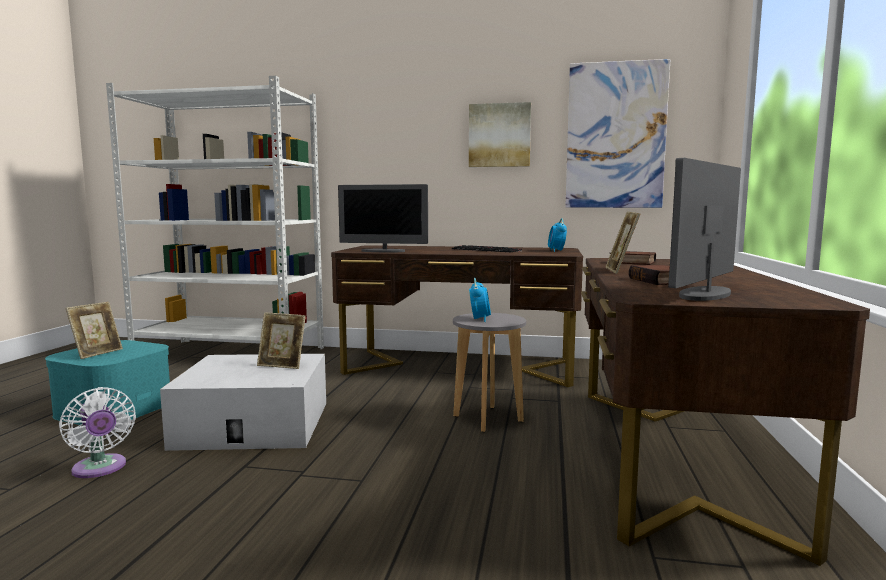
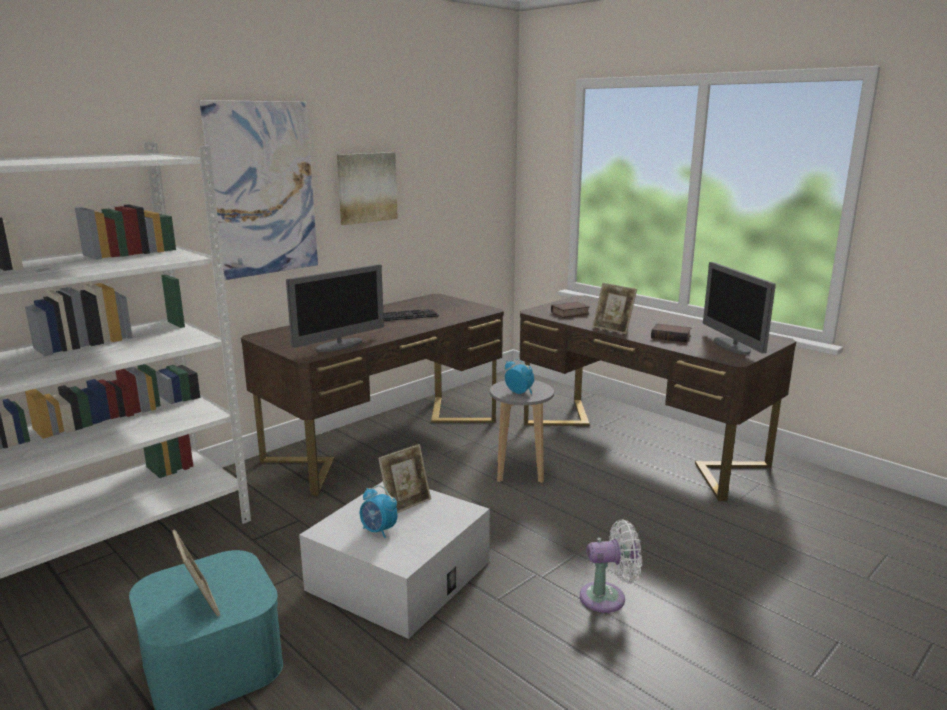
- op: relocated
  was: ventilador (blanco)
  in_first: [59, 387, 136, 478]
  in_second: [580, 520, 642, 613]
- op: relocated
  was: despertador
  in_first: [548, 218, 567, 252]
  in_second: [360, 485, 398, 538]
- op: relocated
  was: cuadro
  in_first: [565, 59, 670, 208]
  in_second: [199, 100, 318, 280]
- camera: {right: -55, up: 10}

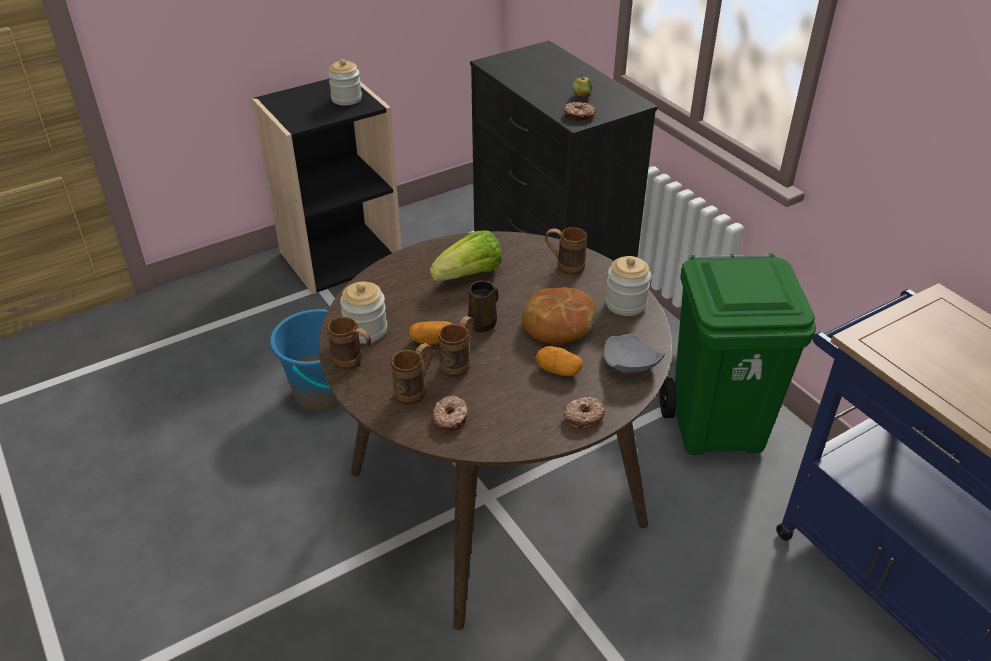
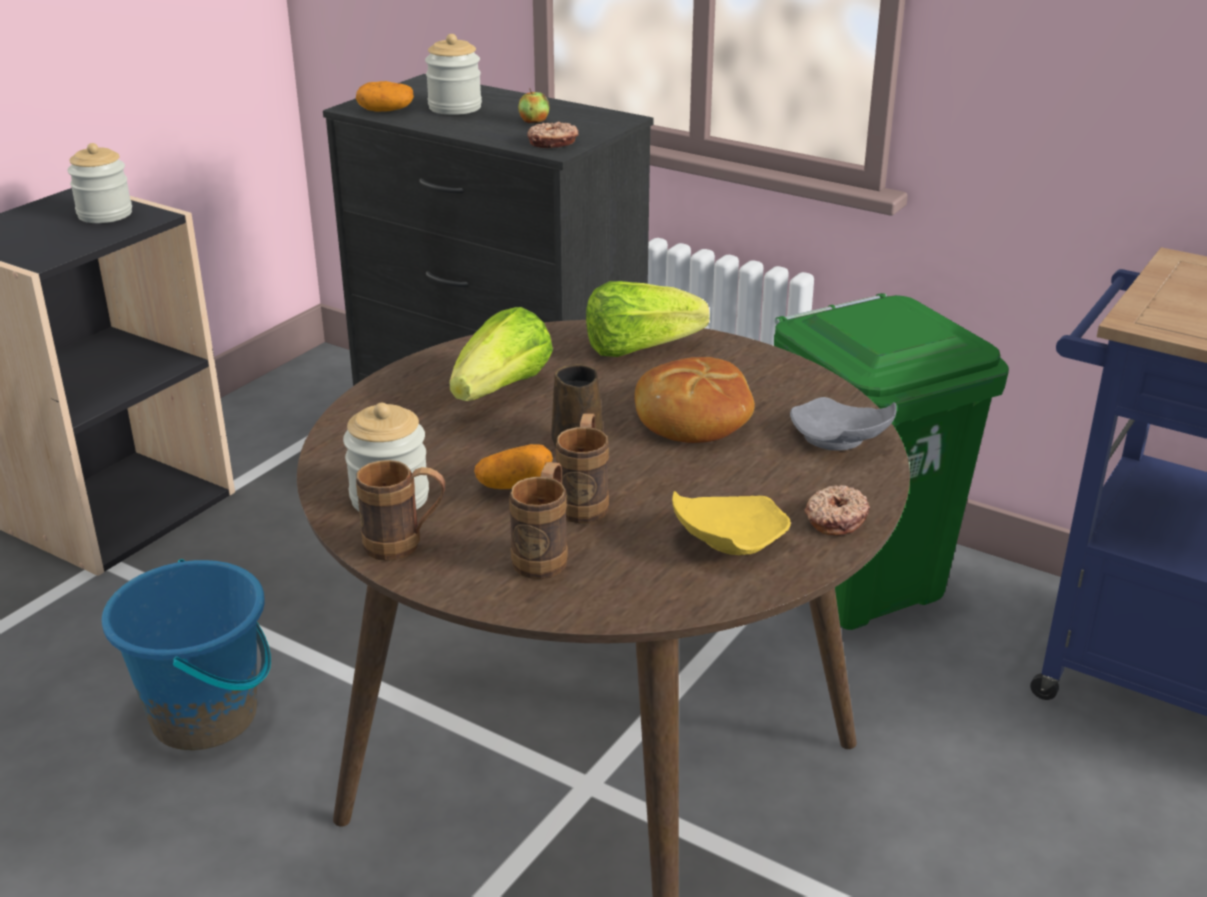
- op: missing
  was: rosquilla
  in_first: [432, 395, 468, 431]
- op: appeared
  now: plato (amarillo)
  in_second: [672, 491, 791, 555]
- op: relocated
  was: patata
  in_first: [535, 346, 583, 376]
  in_second: [356, 81, 414, 112]
- op: relocated
  was: tarro
  in_first: [605, 256, 651, 316]
  in_second: [425, 34, 482, 115]
- op: exchanged
  was: taza grande (marrón)
  now: lechuga
  in_first: [545, 227, 587, 275]
  in_second: [586, 281, 710, 357]
- camera: {right: -25, up: -10}

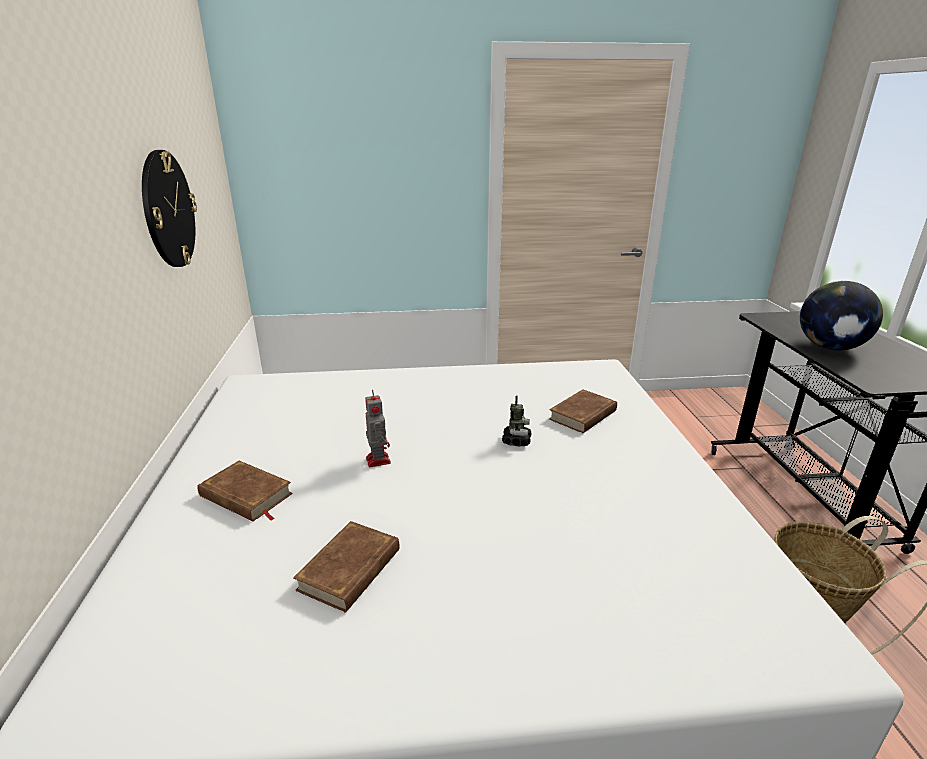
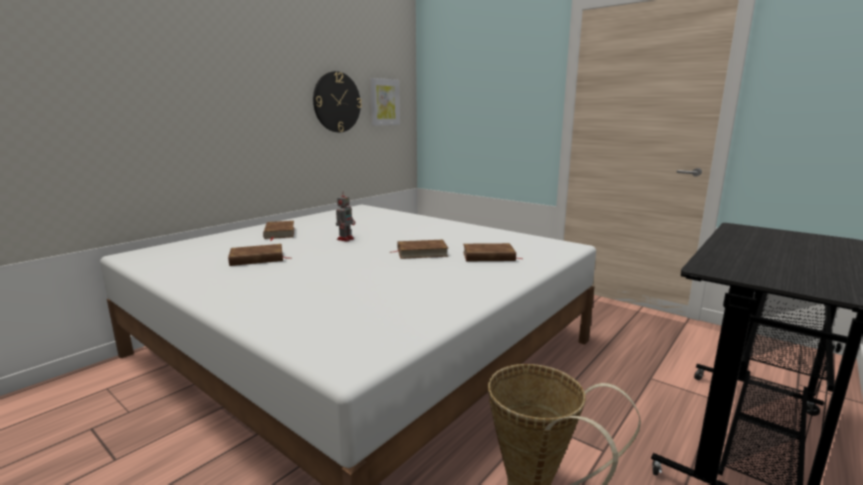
- op: missing
  was: globo terráqueo
  in_first: [800, 281, 883, 350]
- op: appeared
  now: cuadro
  in_second: [369, 78, 400, 126]
- op: exchanged
  was: robot de juguete
  now: libro (marrón)
  in_first: [502, 396, 531, 446]
  in_second: [394, 240, 448, 259]
- camera: {right: 45, up: -10}

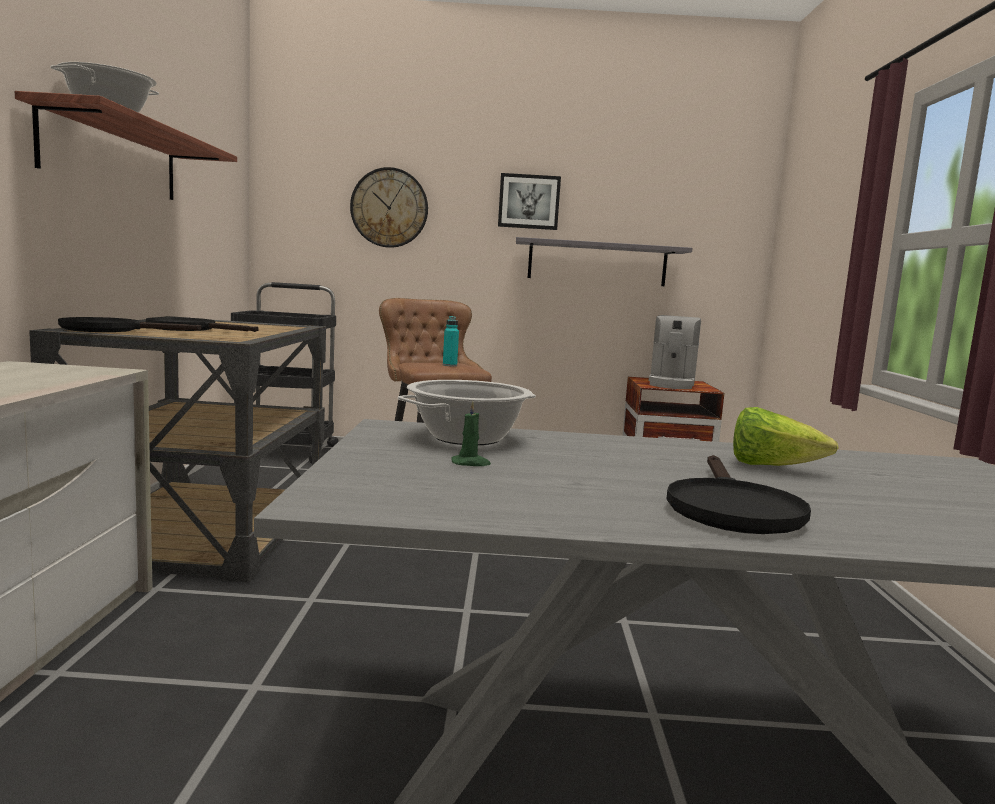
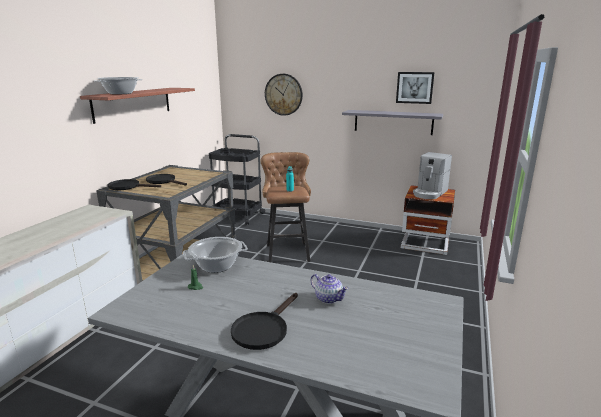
- op: relocated
  was: cuadro
  in_first: [498, 173, 561, 230]
  in_second: [396, 72, 435, 104]
- op: exchanged
  was: lechuga
  now: tetera
  in_first: [733, 407, 839, 466]
  in_second: [311, 274, 349, 304]
- camera: {right: 20, up: 10}

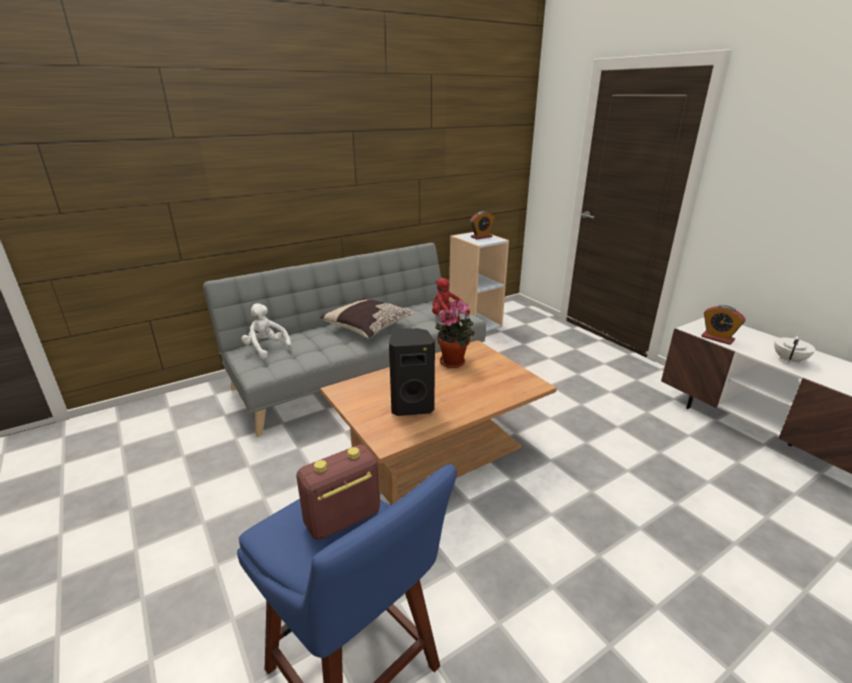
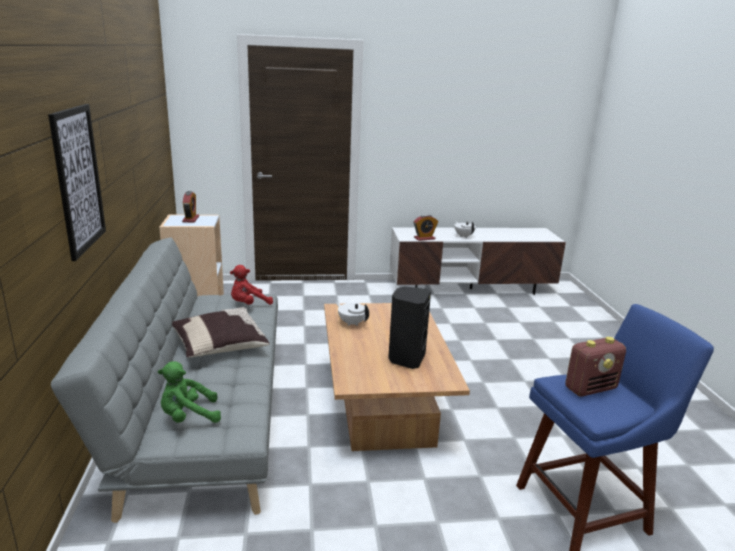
- op: appeared
  now: cuadro
  in_second: [48, 104, 106, 261]
- op: exchanged
  was: planta en maceta
  now: tetera (blanco)
  in_first: [435, 300, 474, 368]
  in_second: [336, 302, 369, 326]
- op: colour
  was: peluche (blanco)
  now: peluche (verde)
  in_first: [241, 303, 292, 359]
  in_second: [158, 361, 221, 423]
- op: spun
  was: radio
  in_first: [296, 445, 380, 540]
  in_second: [565, 337, 626, 396]
  clockwise: -105
- camera: {right: -65, up: -5}

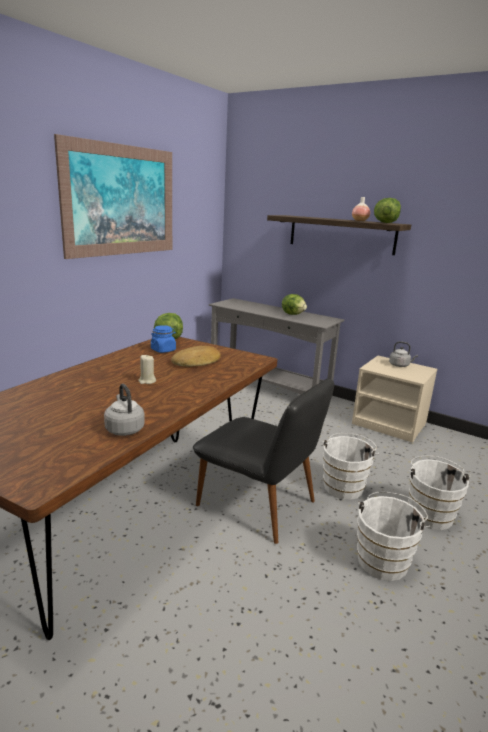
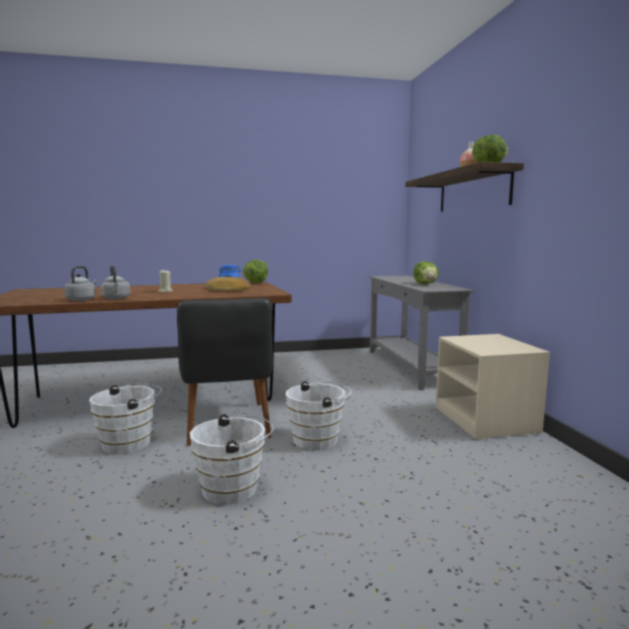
- op: missing
  was: cuadro
  in_first: [54, 134, 172, 259]
- op: relocated
  was: hervidor (gris)
  in_first: [389, 341, 418, 367]
  in_second: [101, 265, 130, 299]
- op: relocated
  was: cubo (blanco)
  in_first: [408, 455, 471, 530]
  in_second: [89, 383, 162, 454]
- camera: {right: 45, up: -10}

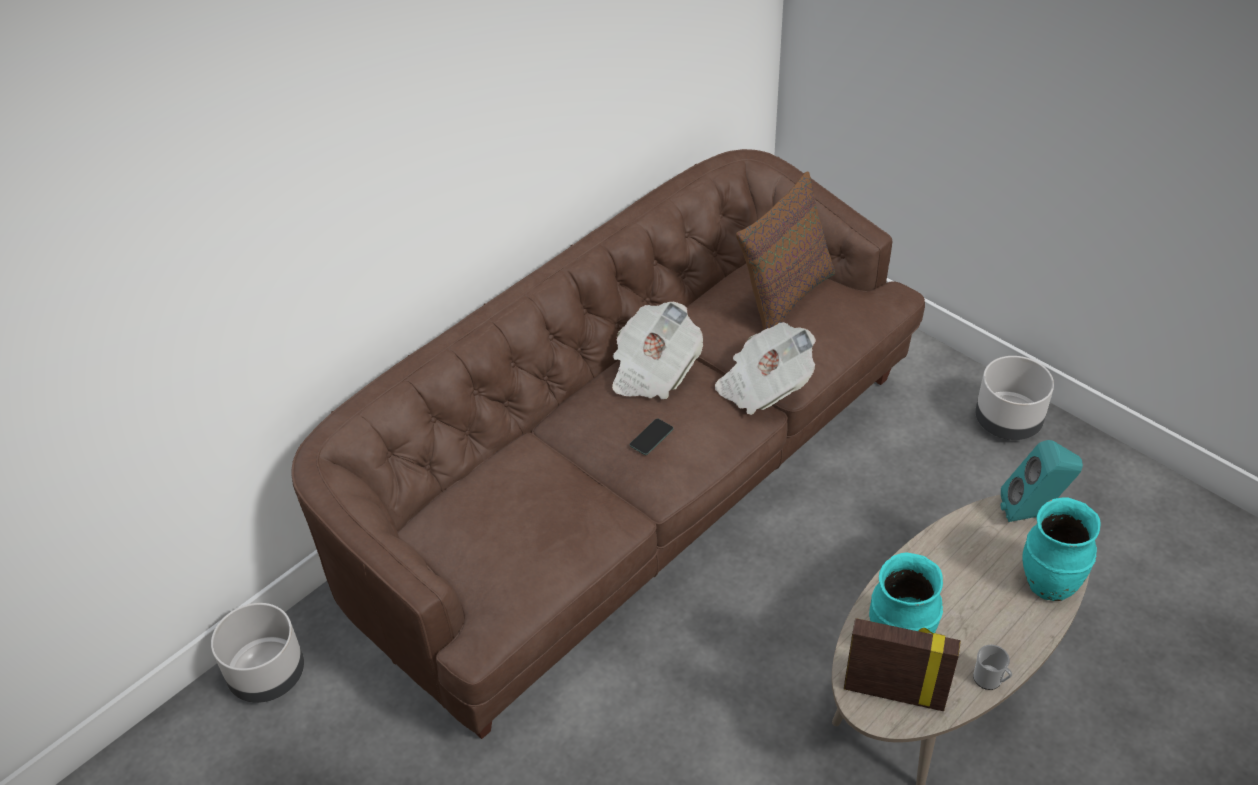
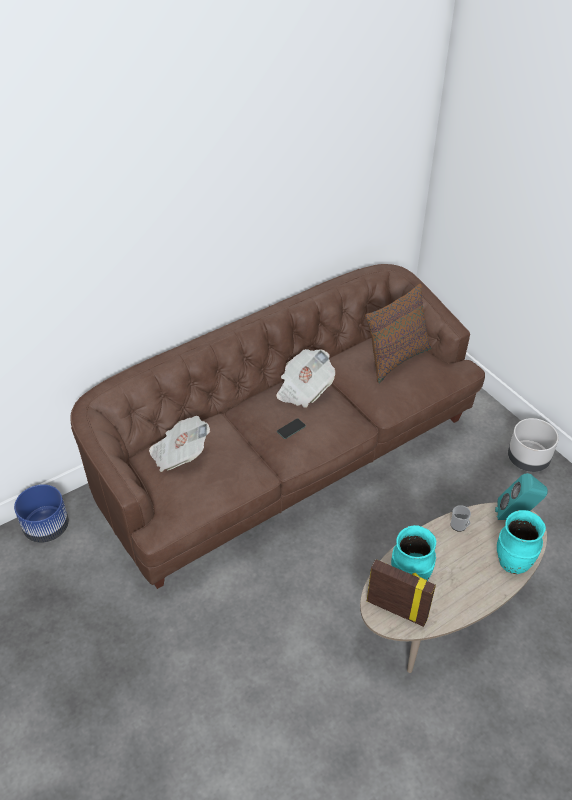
- op: relocated
  was: periódico
  in_first: [715, 322, 816, 415]
  in_second: [149, 416, 210, 472]
- op: relocated
  was: taza grande
  in_first: [973, 645, 1012, 690]
  in_second: [451, 505, 471, 532]
- op: colour
  was: maceta (gris)
  now: maceta (azul)
  in_first: [211, 603, 304, 703]
  in_second: [14, 484, 69, 543]
- camera: {right: 10, up: 0}

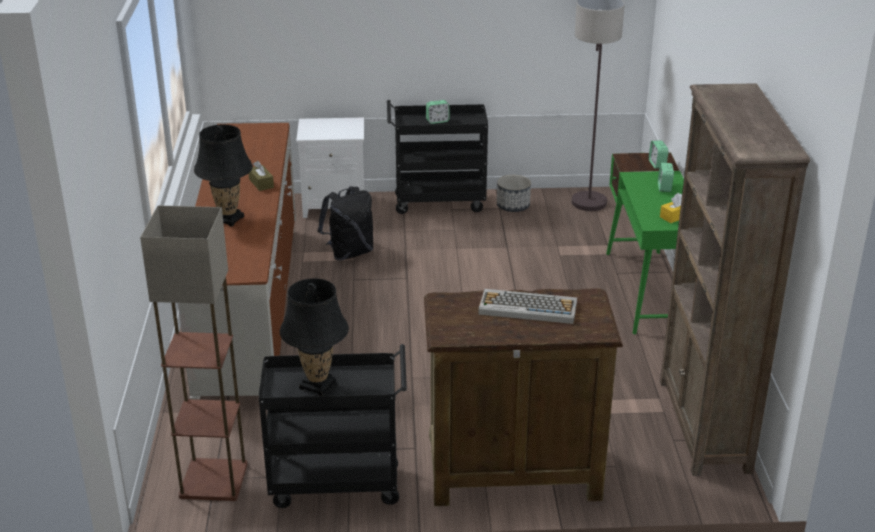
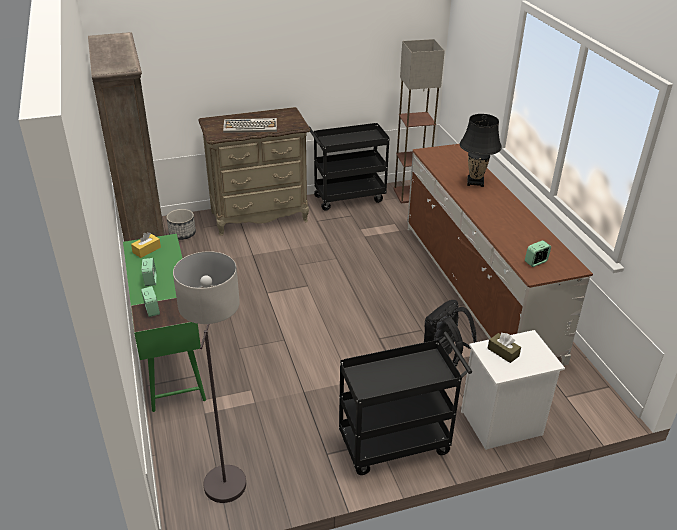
- op: missing
  was: lámpara de mesa (negro)
  in_first: [280, 278, 349, 396]
- op: relocated
  was: caja de pañuelos (marrón)
  in_first: [249, 161, 274, 191]
  in_second: [488, 333, 521, 363]
- op: relocated
  was: despertador
  in_first: [426, 100, 450, 124]
  in_second: [525, 240, 551, 267]
- op: relocated
  was: maceta
  in_first: [497, 175, 531, 212]
  in_second: [167, 209, 196, 240]
- camera: {right: 165, up: 5}

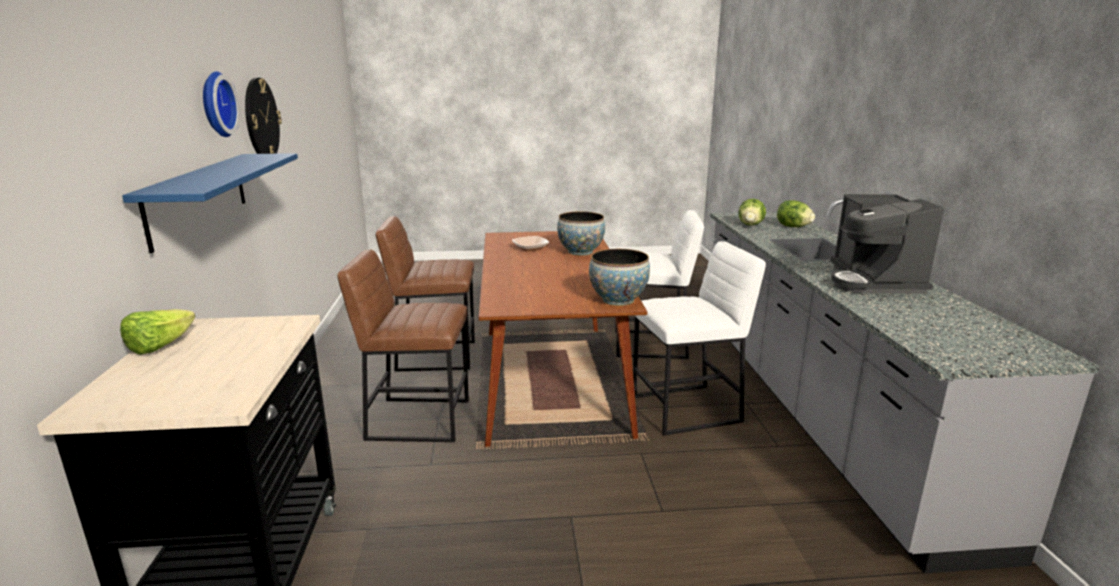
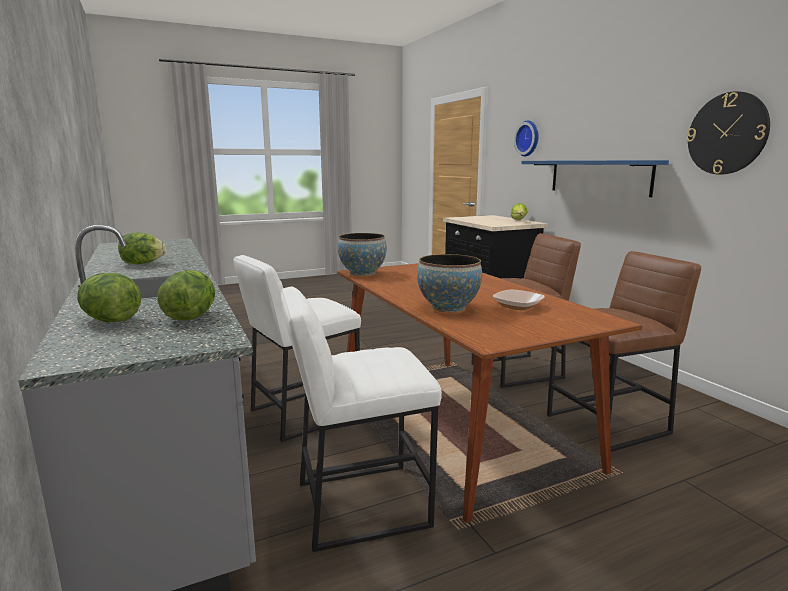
- op: relocated
  was: reloj de pared
  in_first: [203, 71, 240, 137]
  in_second: [514, 120, 539, 156]
- op: exchanged
  was: cafetera
  now: lechuga
  in_first: [831, 194, 944, 294]
  in_second: [118, 233, 166, 264]
- camera: {right: 160, up: -5}

